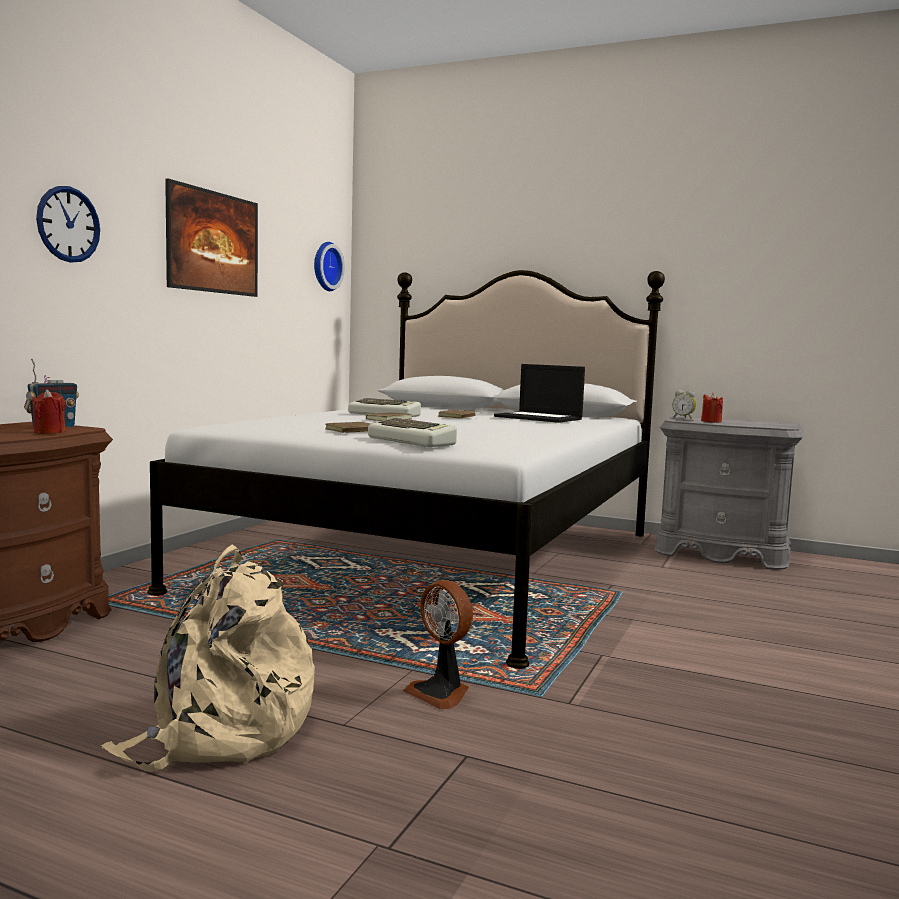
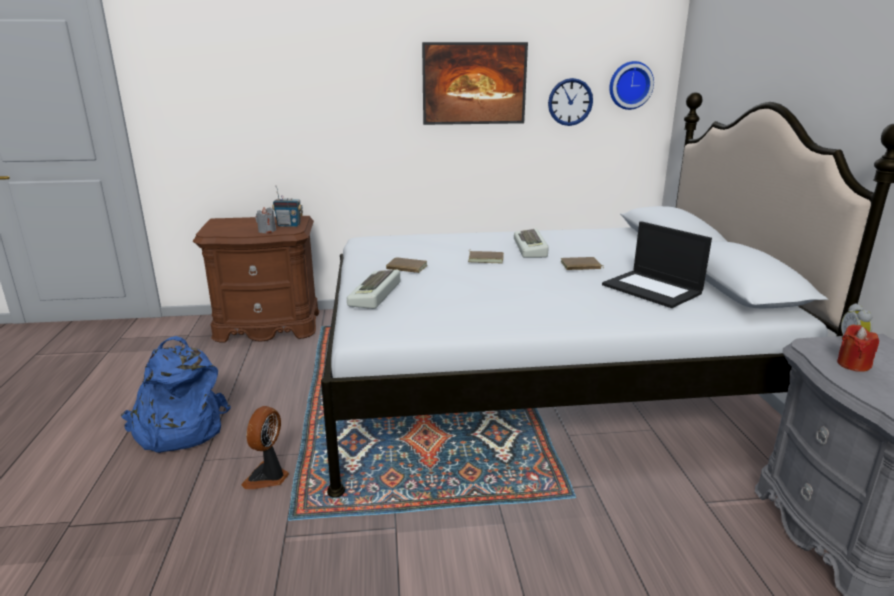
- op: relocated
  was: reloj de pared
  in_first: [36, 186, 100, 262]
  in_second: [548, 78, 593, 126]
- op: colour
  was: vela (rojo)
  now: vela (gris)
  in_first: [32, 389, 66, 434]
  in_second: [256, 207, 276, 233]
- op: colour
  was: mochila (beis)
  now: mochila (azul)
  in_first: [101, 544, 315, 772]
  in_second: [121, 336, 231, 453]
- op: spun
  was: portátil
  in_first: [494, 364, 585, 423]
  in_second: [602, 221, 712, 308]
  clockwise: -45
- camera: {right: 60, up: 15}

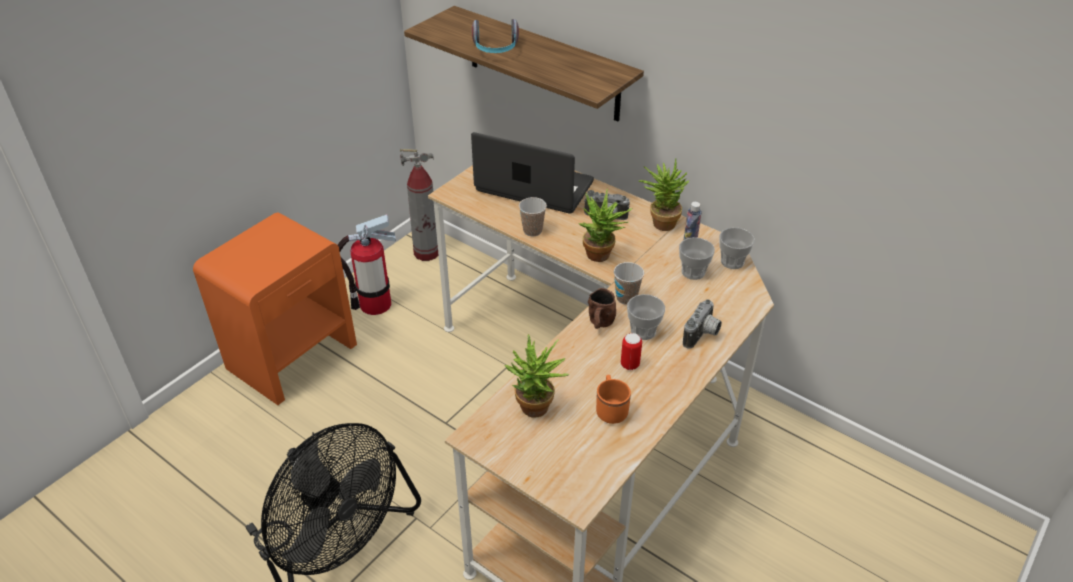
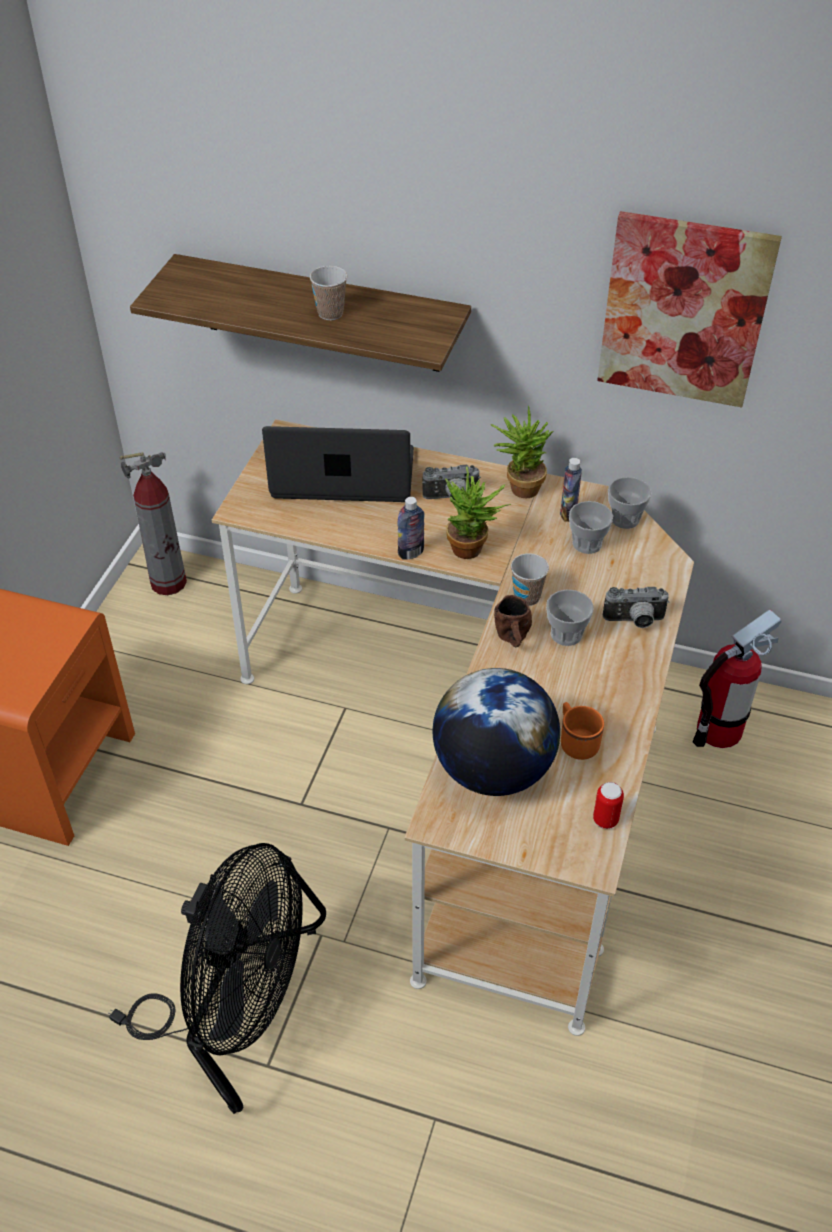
- op: missing
  was: auriculares
  in_first: [472, 19, 519, 53]
- op: appeared
  now: botella
  in_second: [397, 497, 424, 560]
- op: appeared
  now: cuadro
  in_second: [597, 211, 782, 408]
- op: relocated
  was: extintor
  in_first: [338, 214, 396, 315]
  in_second: [693, 609, 781, 748]
- op: relocated
  was: taza
  in_first: [519, 197, 547, 237]
  in_second: [310, 266, 348, 320]
- op: relocated
  was: lata
  in_first: [621, 333, 642, 370]
  in_second: [593, 782, 624, 829]
- op: exchanged
  was: planta en maceta
  now: globo terráqueo
  in_first: [504, 334, 570, 418]
  in_second: [432, 668, 560, 796]
- op: spun
  was: cámara
  in_first: [683, 299, 722, 348]
  in_second: [603, 587, 669, 628]
  clockwise: 75
- camera: {right: -20, up: 5}

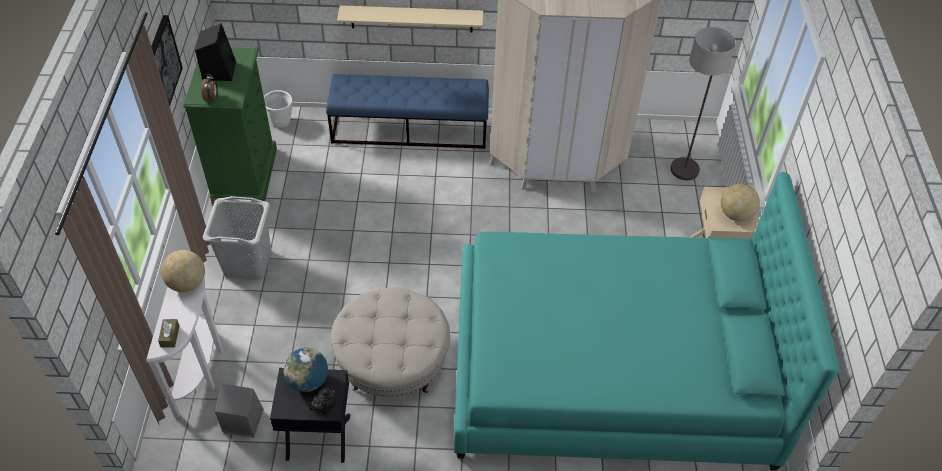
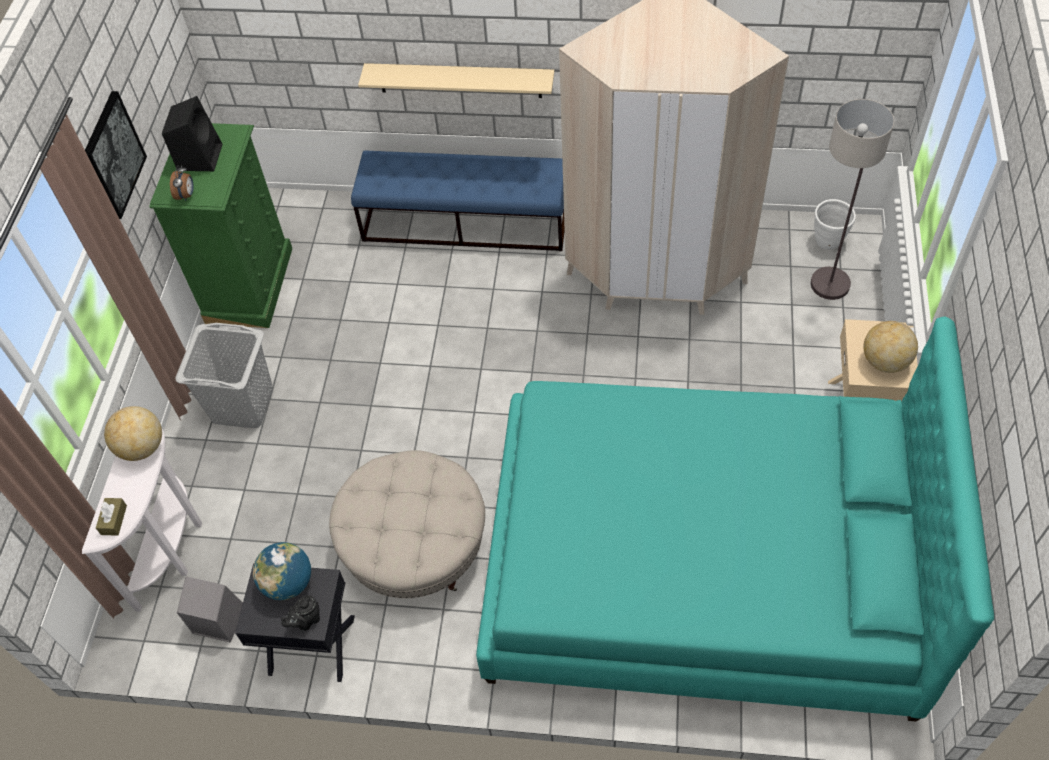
- op: relocated
  was: maceta (blanco)
  in_first: [264, 90, 292, 128]
  in_second: [814, 199, 856, 250]
- camera: {right: 10, up: 5}

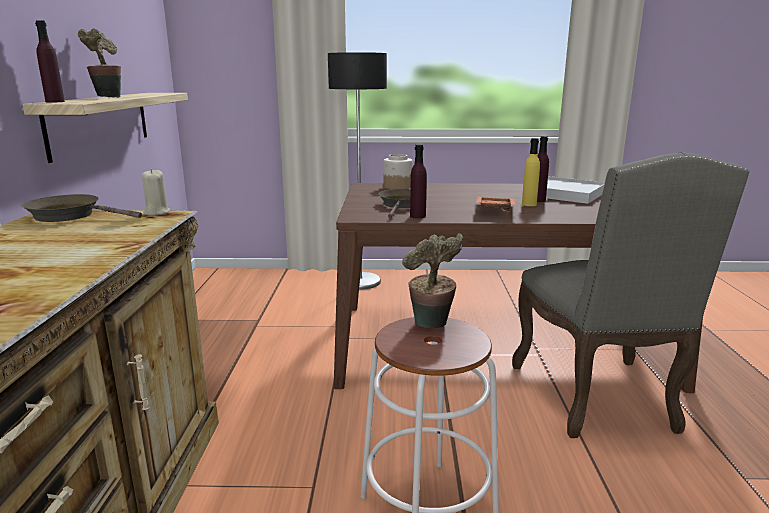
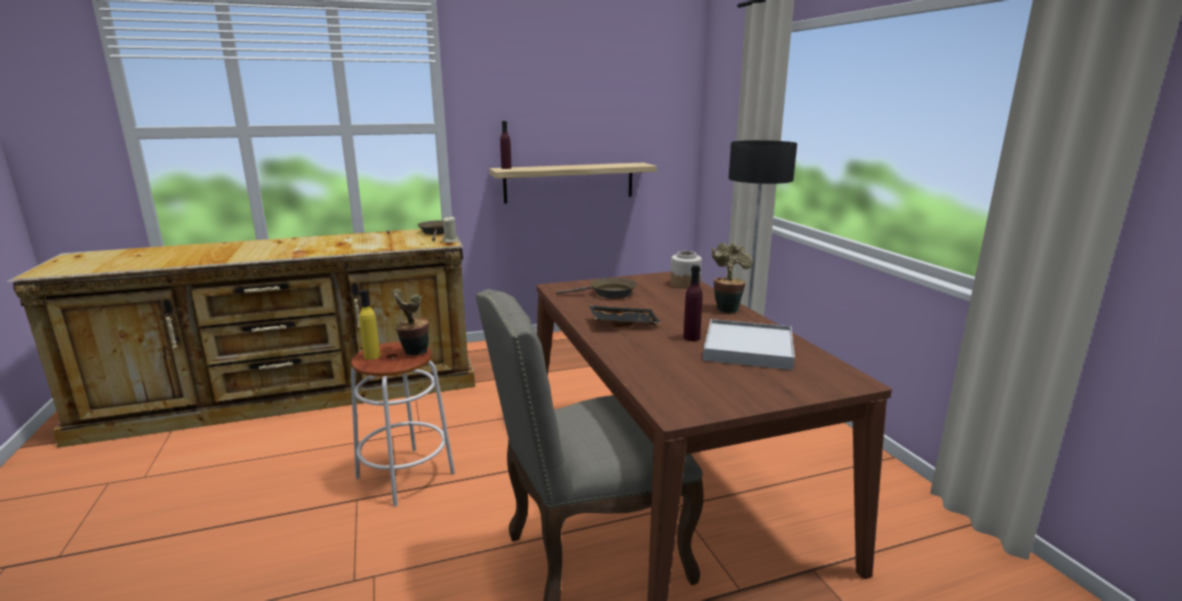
- op: missing
  was: botella (morado)
  in_first: [410, 144, 427, 219]
- op: relocated
  was: planta en maceta
  in_first: [78, 28, 121, 98]
  in_second: [712, 243, 753, 314]
- op: relocated
  was: botella (amarillo)
  in_first: [522, 138, 540, 206]
  in_second: [359, 290, 381, 360]
- op: colour
  was: bandeja (naranja)
  now: bandeja (negro)
  in_first: [476, 196, 516, 211]
  in_second: [589, 305, 661, 327]
- camera: {right: 70, up: 0}

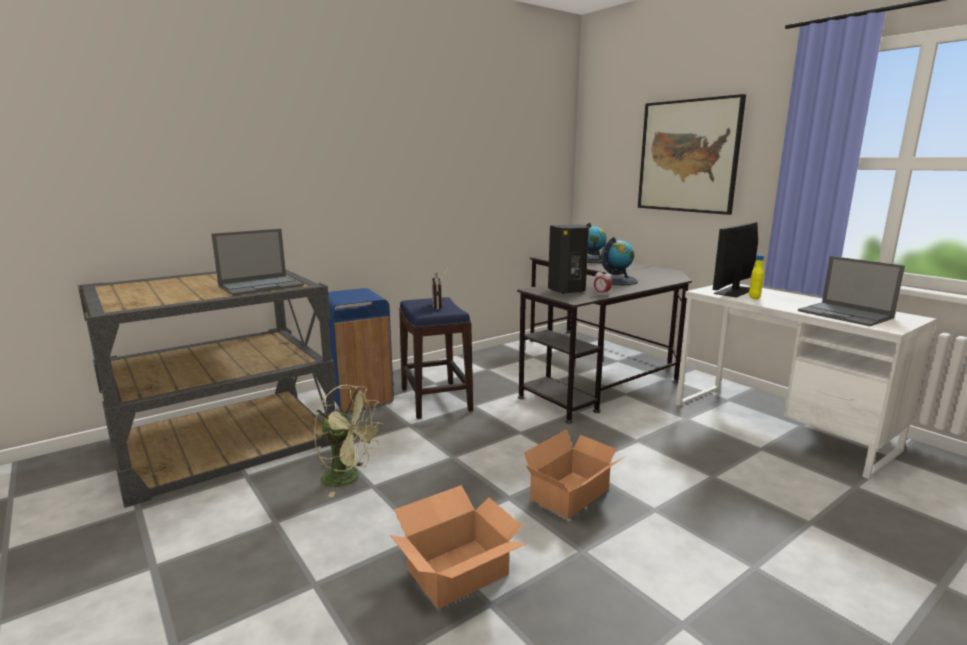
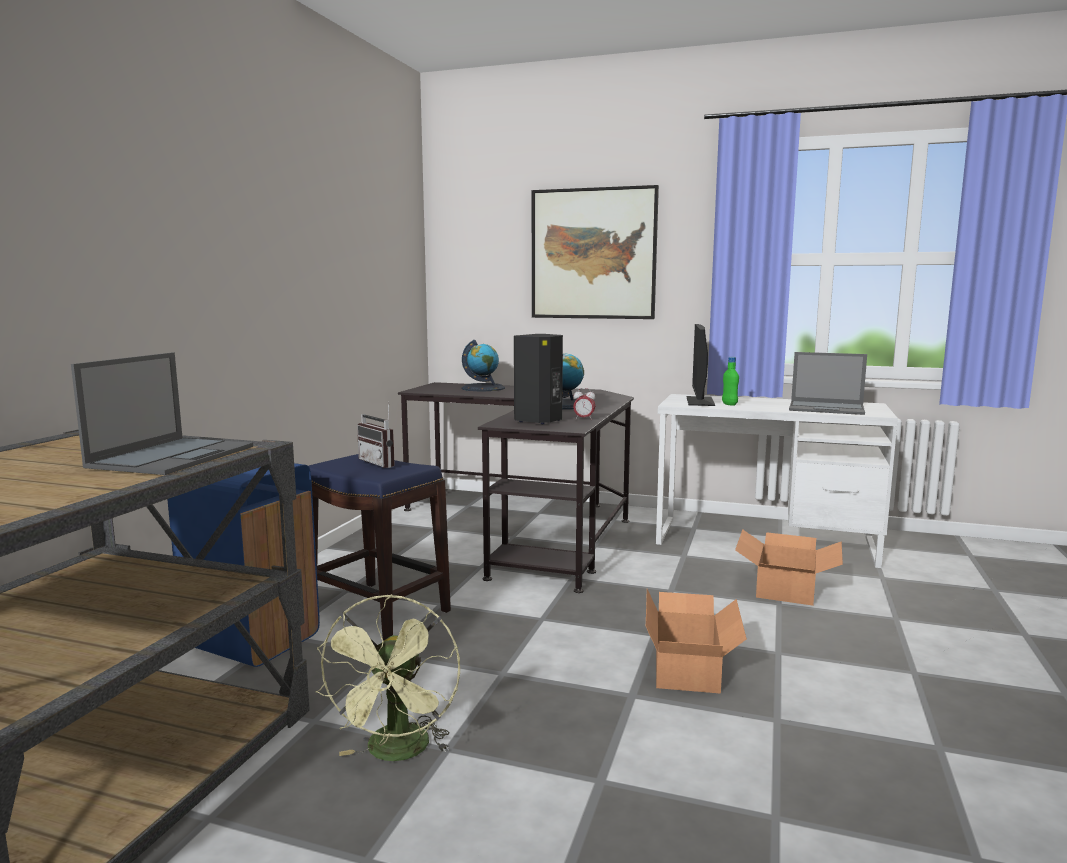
- op: relocated
  was: caja de cartón
  in_first: [390, 485, 526, 609]
  in_second: [735, 529, 843, 606]
- op: colour
  was: botella (amarillo)
  now: botella (verde)
  in_first: [749, 255, 764, 299]
  in_second: [722, 357, 739, 406]
- op: spun
  was: ventilador (verde)
  in_first: [314, 385, 383, 497]
  in_second: [315, 594, 460, 761]
  clockwise: 105
- camera: {right: -35, up: -5}

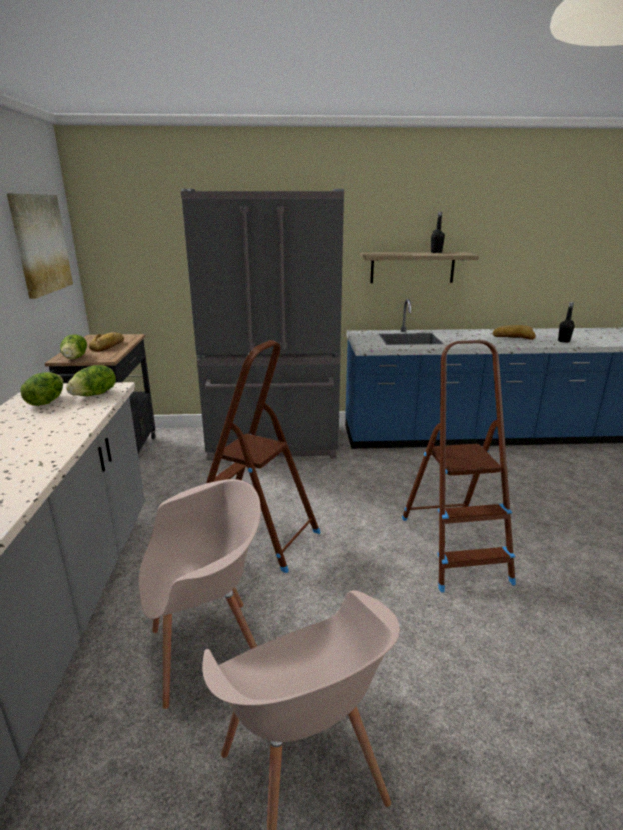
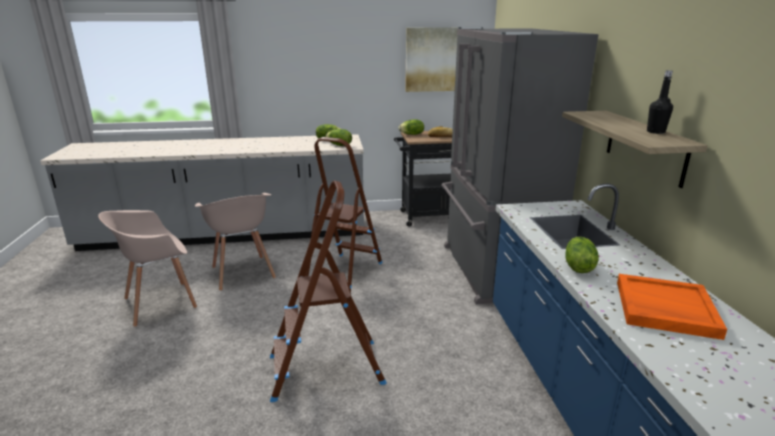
- op: missing
  was: botella (negro)
  in_first: [558, 302, 575, 343]
- op: appeared
  now: lechuga
  in_second: [565, 237, 599, 273]
- op: exchanged
  was: pan
  now: bandeja (naranja)
  in_first: [493, 325, 536, 340]
  in_second: [617, 274, 727, 340]
- camera: {right: 85, up: 0}

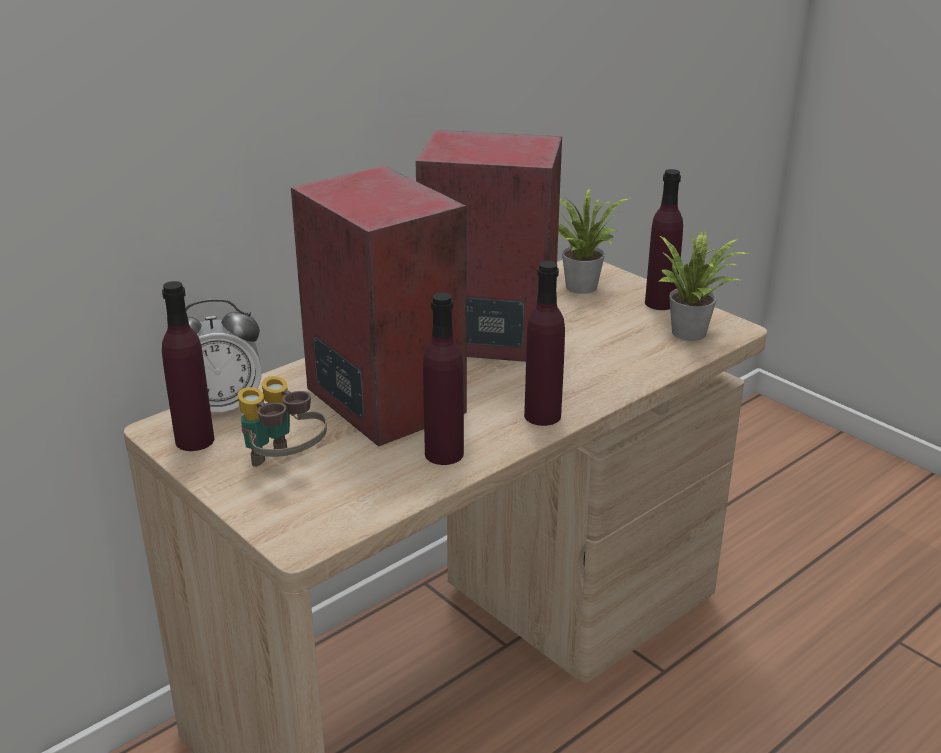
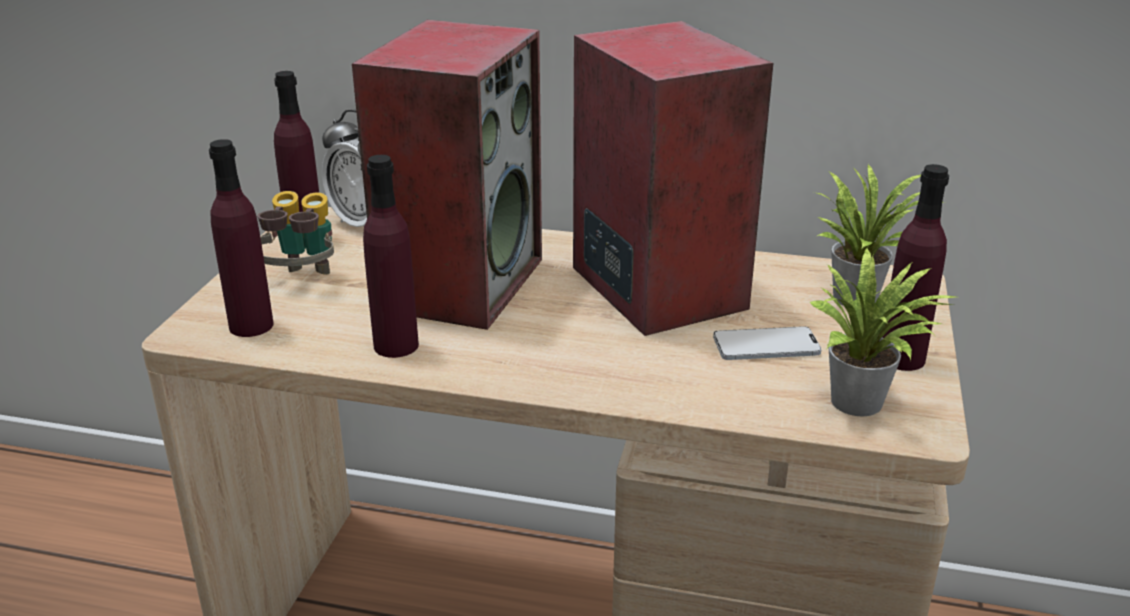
- op: appeared
  now: móvil
  in_second: [713, 326, 822, 360]
- op: relocated
  was: botella (morado)
  in_first: [524, 261, 565, 426]
  in_second: [209, 139, 274, 337]
- camera: {right: 55, up: 0}

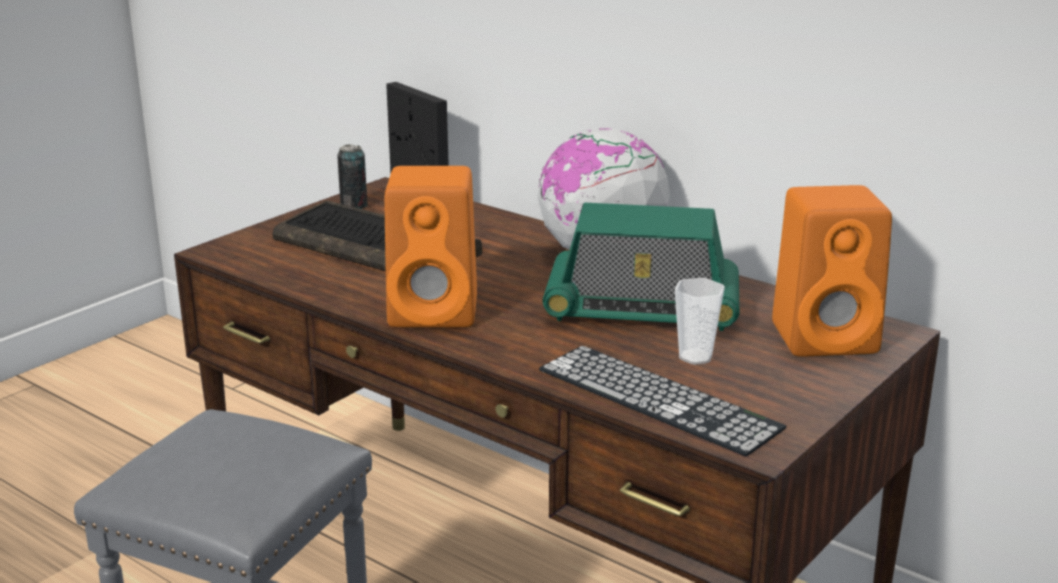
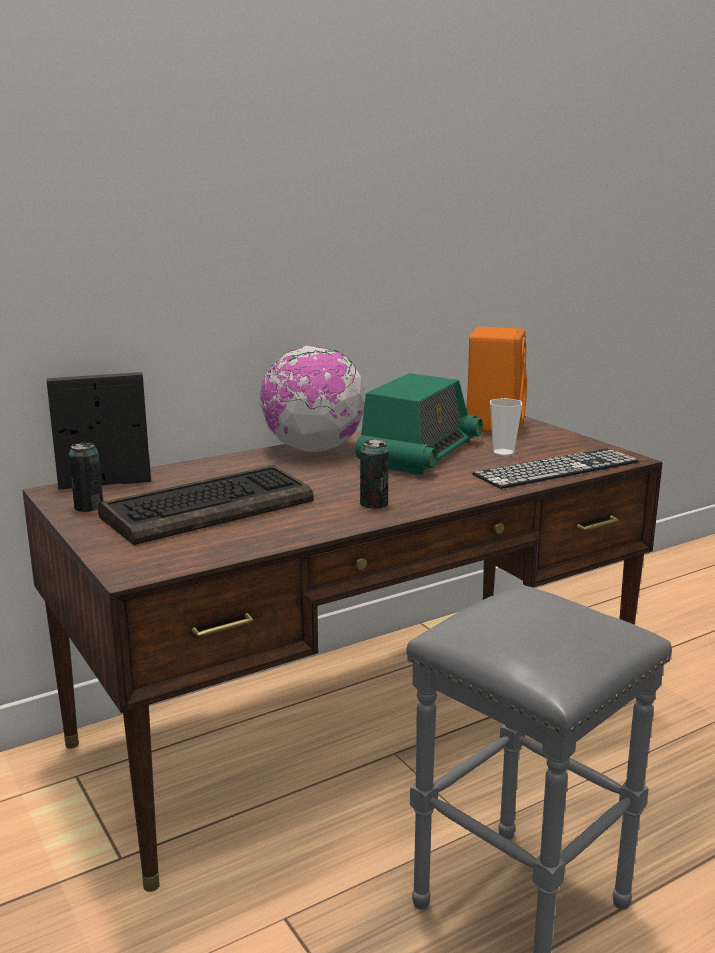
- op: exchanged
  was: altavoz (naranja)
  now: lata
  in_first: [384, 166, 477, 327]
  in_second: [360, 439, 389, 509]
- camera: {right: -70, up: -5}

